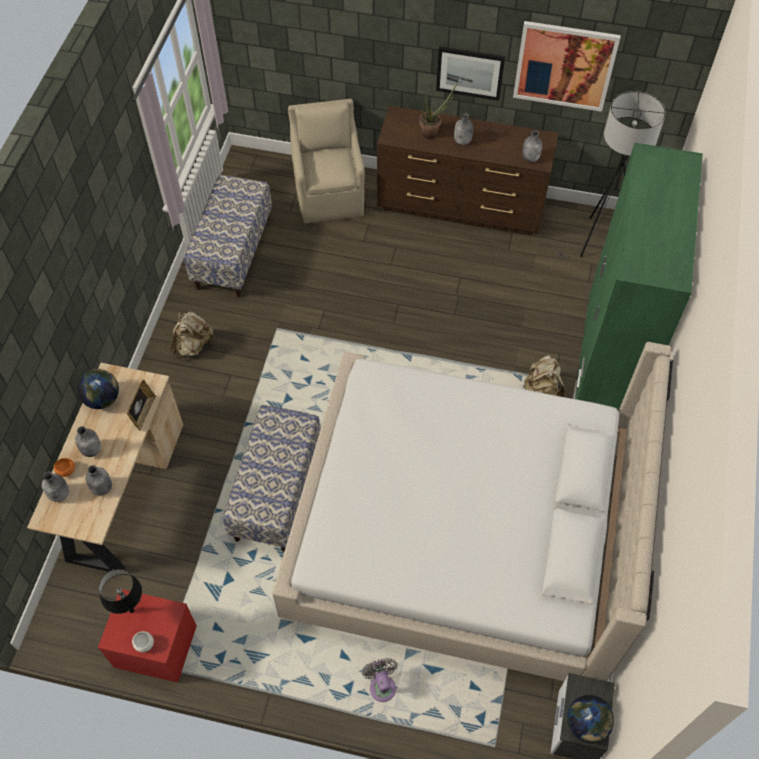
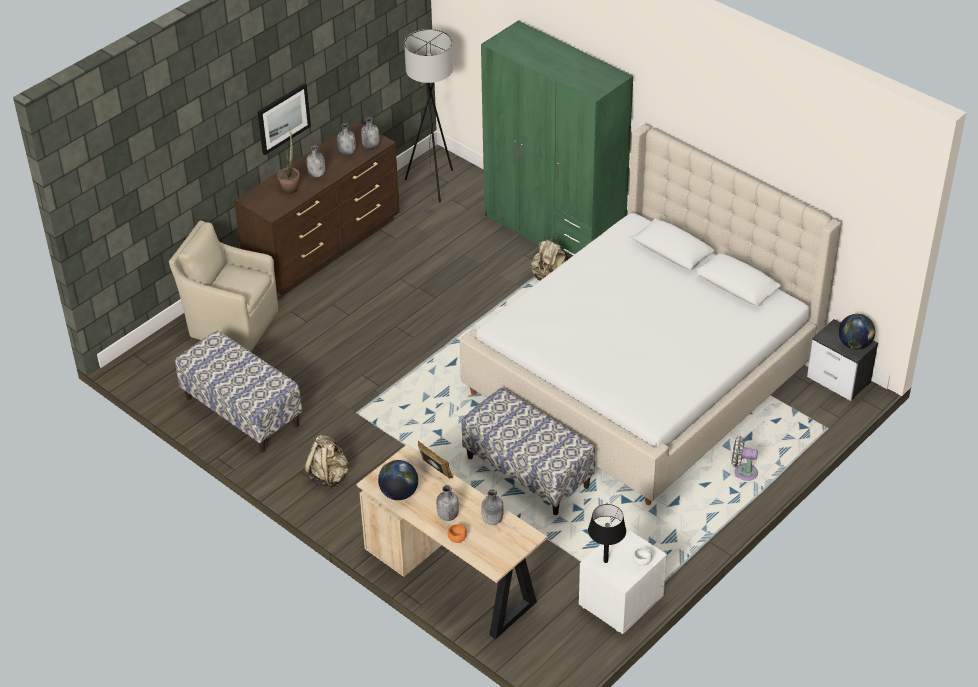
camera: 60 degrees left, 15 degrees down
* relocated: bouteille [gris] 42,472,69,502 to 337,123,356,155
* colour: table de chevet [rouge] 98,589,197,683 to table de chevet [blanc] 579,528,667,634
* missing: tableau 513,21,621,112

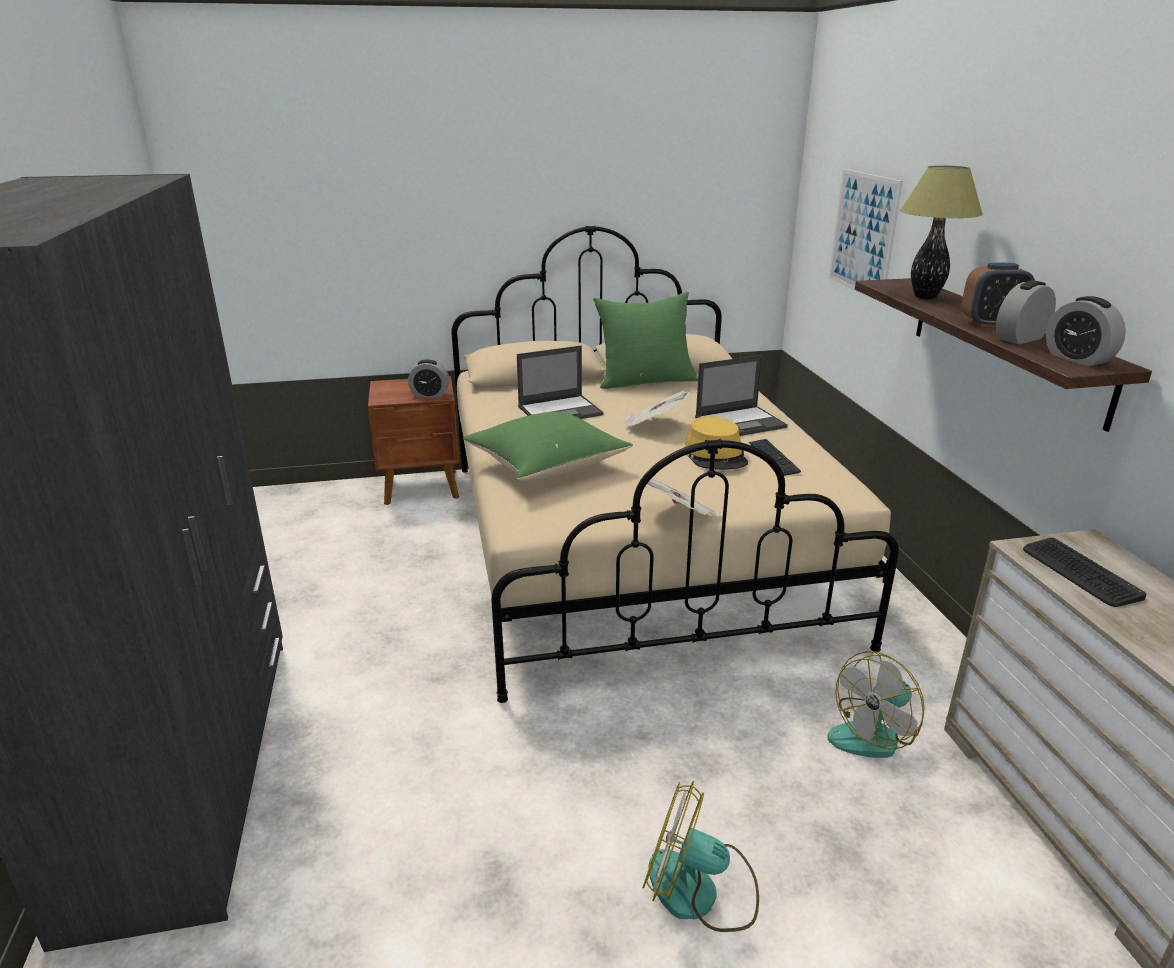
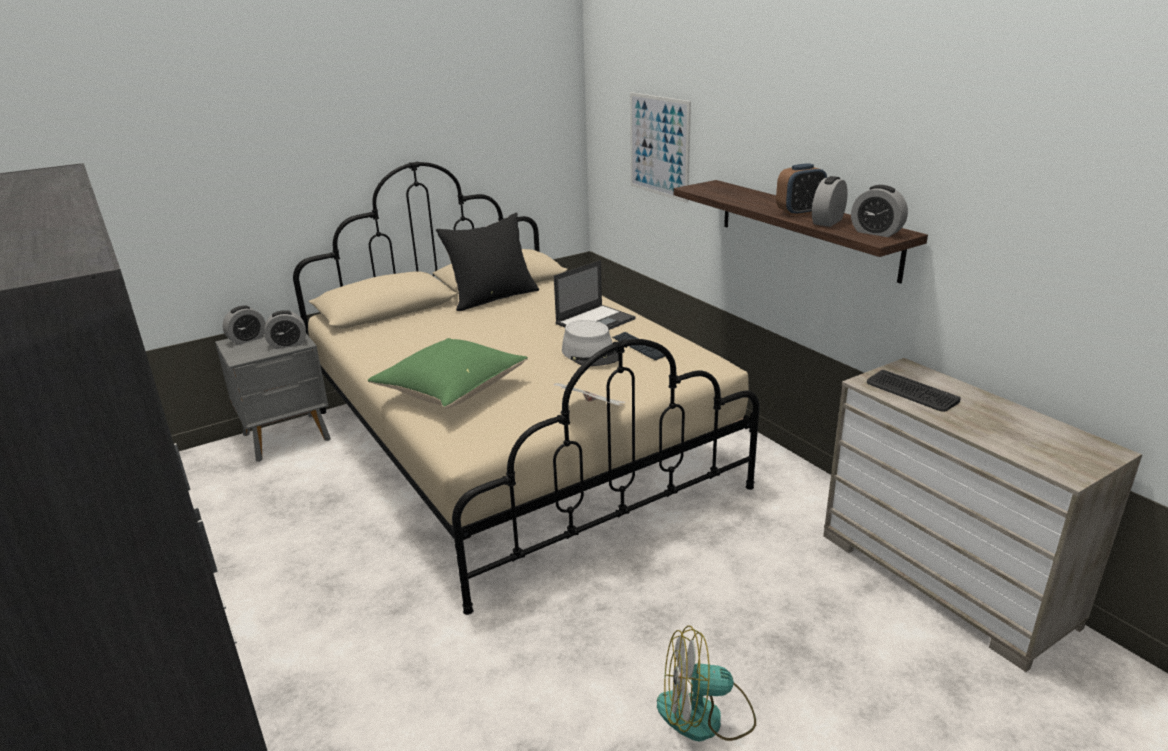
camera: 20 degrees left, 0 degrees up
* colour: table de chevet [marron] 368,376,460,505 to table de chevet [gris] 215,333,331,462
* appeared: réveil 222,305,266,345
* colour: coussin [vert] 593,292,698,389 to coussin [noir] 436,212,539,311
* colour: chapeau [jaune] 685,416,748,470 to chapeau [gris] 562,320,618,366
* missing: ordinateur portable 517,346,604,419
* missing: journal 625,391,689,428
* missing: ventilateur 827,651,925,758
* missing: lampe de table 900,165,983,299

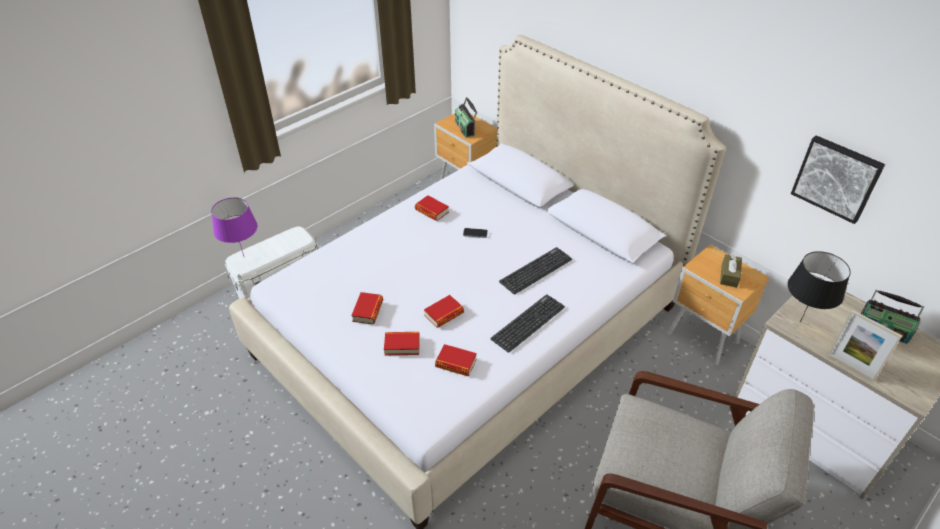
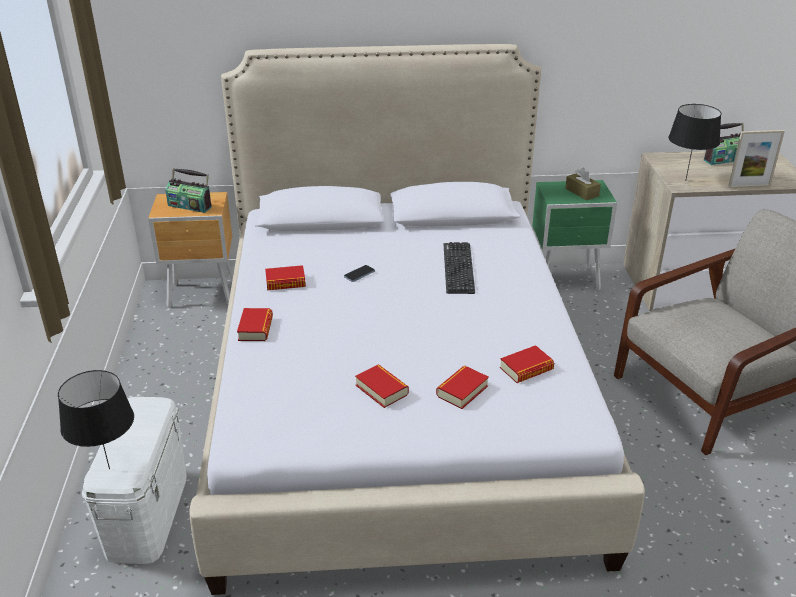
camera: 50 degrees left, 10 degrees down
* colour: lampe de table [violet] 211,197,258,256 to lampe de table [noir] 58,370,134,469
* relocated: livre 424,295,464,328 to 237,308,273,341
* colour: table de chevet [marron] 667,245,769,365 to table de chevet [vert] 532,180,617,291
* missing: clavier 490,294,565,353
* missing: tableau 791,135,885,224

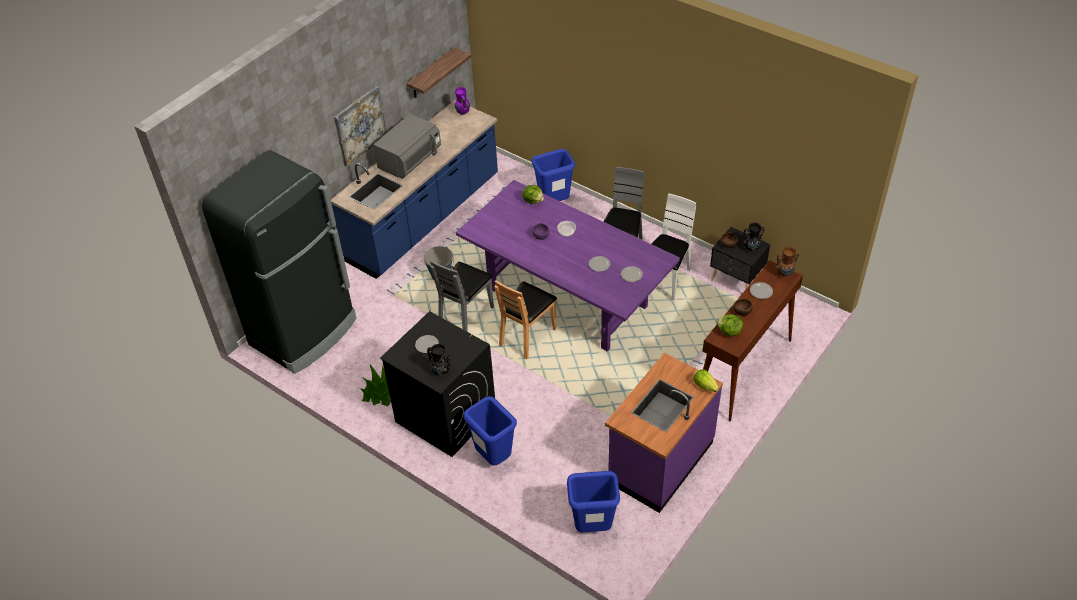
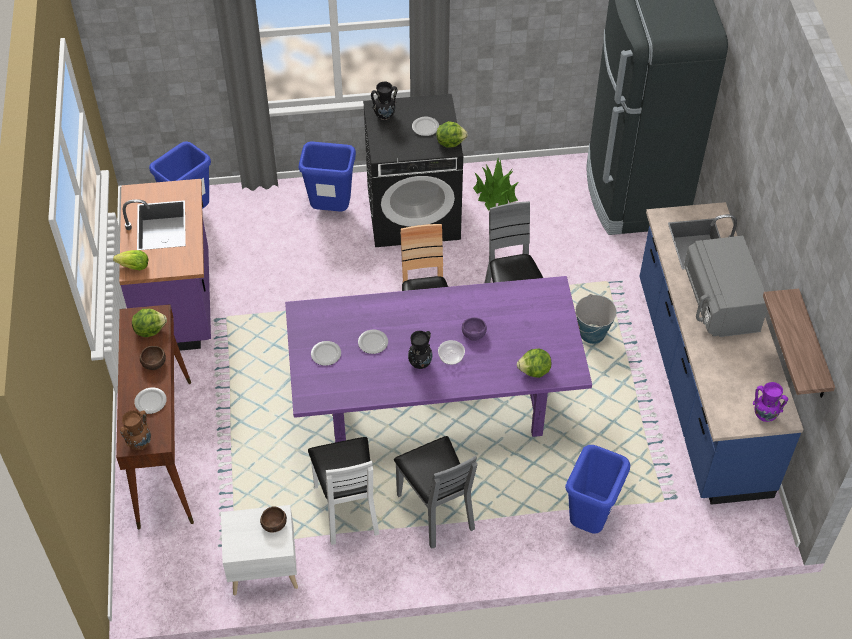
camera: 135 degrees right, 5 degrees up
* colour: table de chevet [noir] 710,227,770,290 to table de chevet [blanc] 221,505,298,595
* relocated: vase [noir] 743,223,765,251 to 408,331,432,369
* appeared: laitue 436,121,468,148
* missing: tableau 334,86,386,167

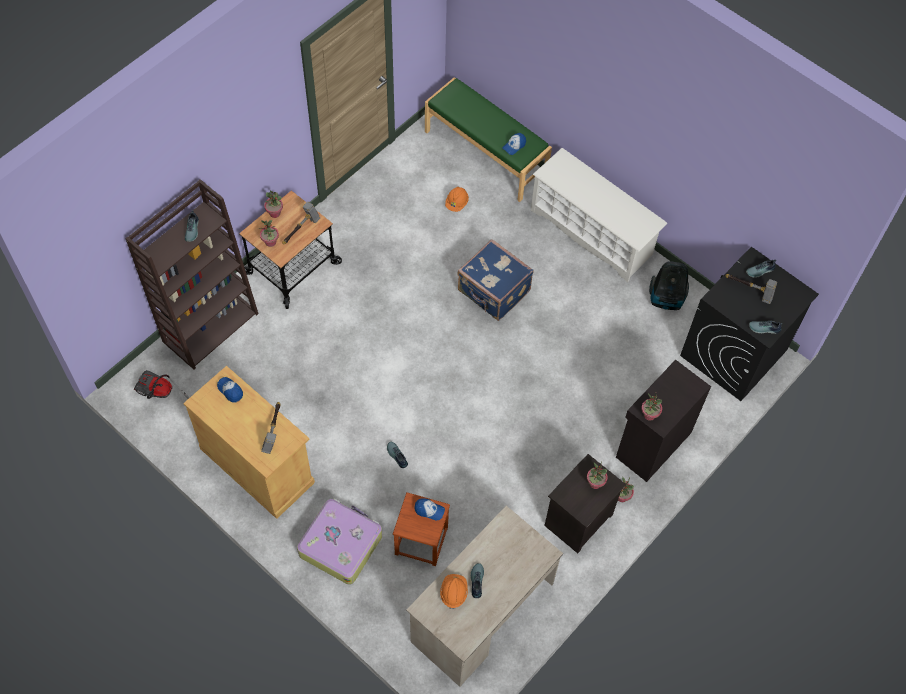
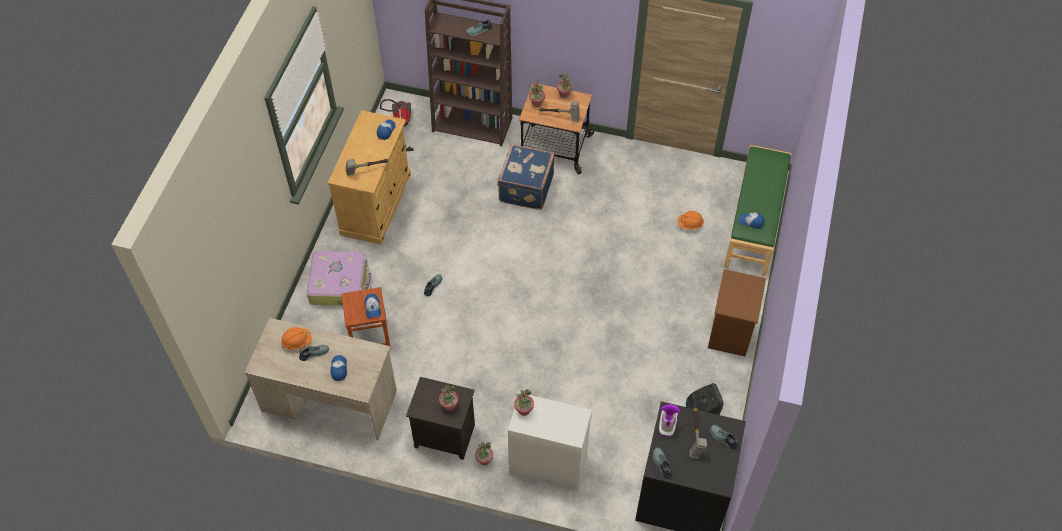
camera: 65 degrees right, 5 degrees down
* appeared: casquette 330,355,347,381
* relocated: valise [bleu] 457,239,534,321 to 497,144,555,210
* colour: meuble de rangement [noir] 616,360,711,482 to meuble de rangement [blanc] 508,392,592,491
* appeared: botte 659,404,680,437
* exchanged: étagère à chaussures [blanc] 531,148,667,282 to table de chevet [marron] 708,269,766,357

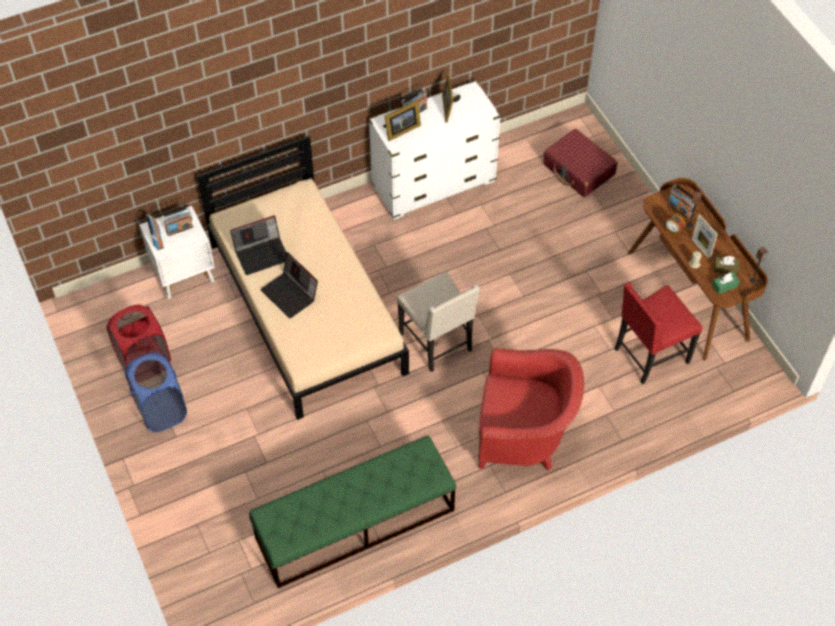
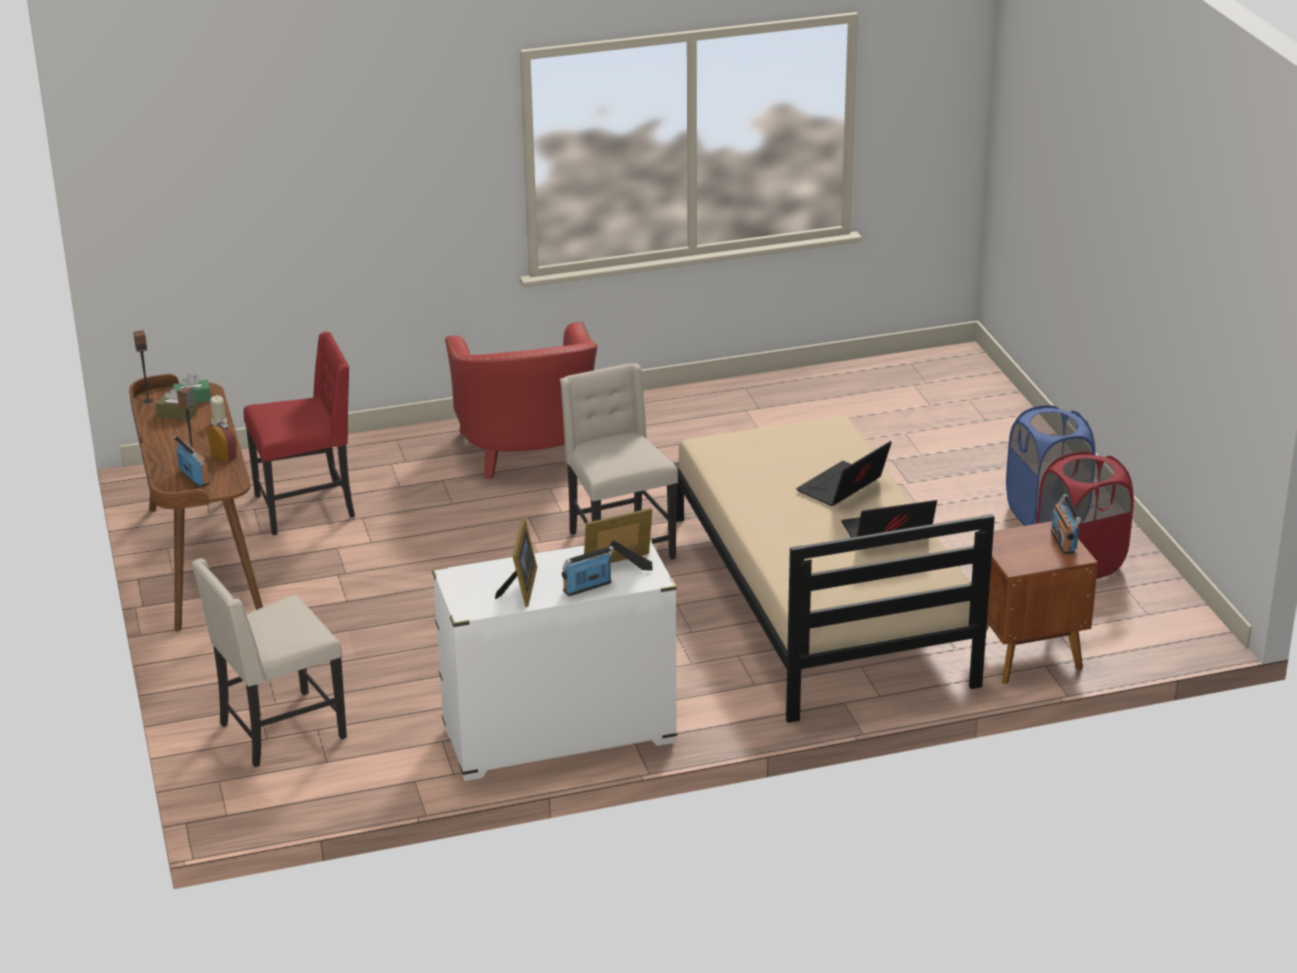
camera: 170 degrees left, 25 degrees down
* exchanged: valise [rouge] 543,129,618,197 to chaise [beige] 192,559,347,767
* spun: fauteuil [rouge] 478,348,584,471 = 445,322,597,479 120 degrees counterclockwise
* spun: ordinateur portable 260,252,318,319 = 796,441,892,506 105 degrees counterclockwise
* colour: table de chevet [blanc] 139,206,215,299 to table de chevet [marron] 986,521,1098,684
* missing: radio 161,207,193,236
* missing: banc [vert] 249,436,456,588
* missing: cadre photo 691,214,718,259

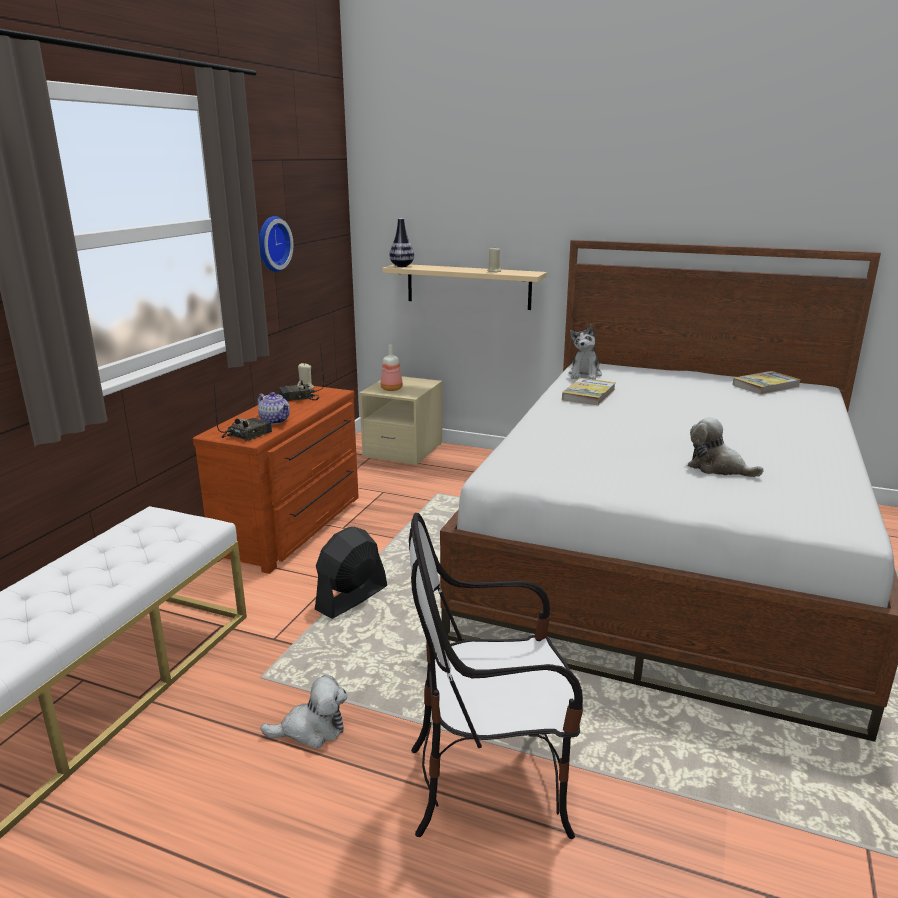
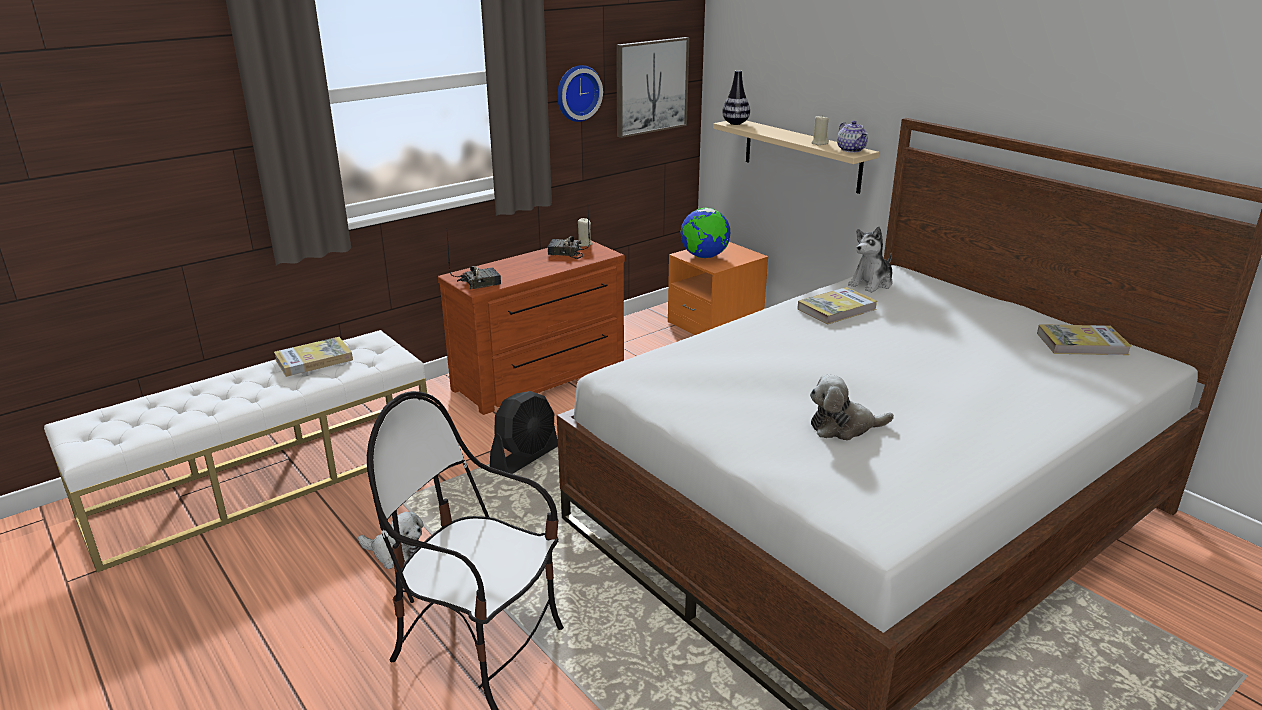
camera: 30 degrees right, 5 degrees up
* appeared: livre 274,337,353,377
* spun: ventilateur [noir] 315,527,387,619 = 490,391,558,474 150 degrees clockwise
* appeared: tableau 616,37,689,138
* colour: table de chevet [beige] 359,376,442,465 to table de chevet [orange] 668,242,768,335
* exchanged: bouteille 381,344,403,391 to globe 681,208,730,258
* spun: peluche 688,417,764,477 = 810,374,894,441 75 degrees counterclockwise
* relocated: théière 257,392,290,424 to 837,121,868,152

